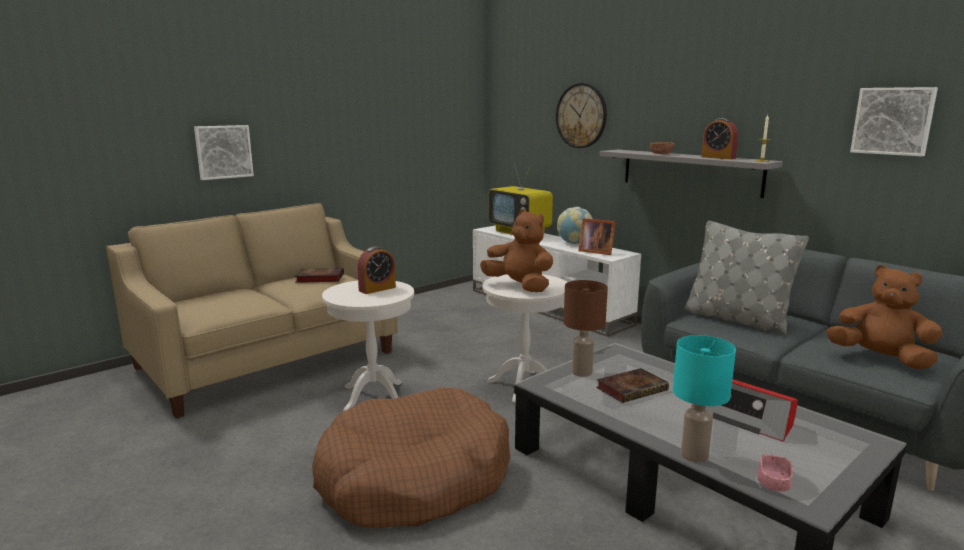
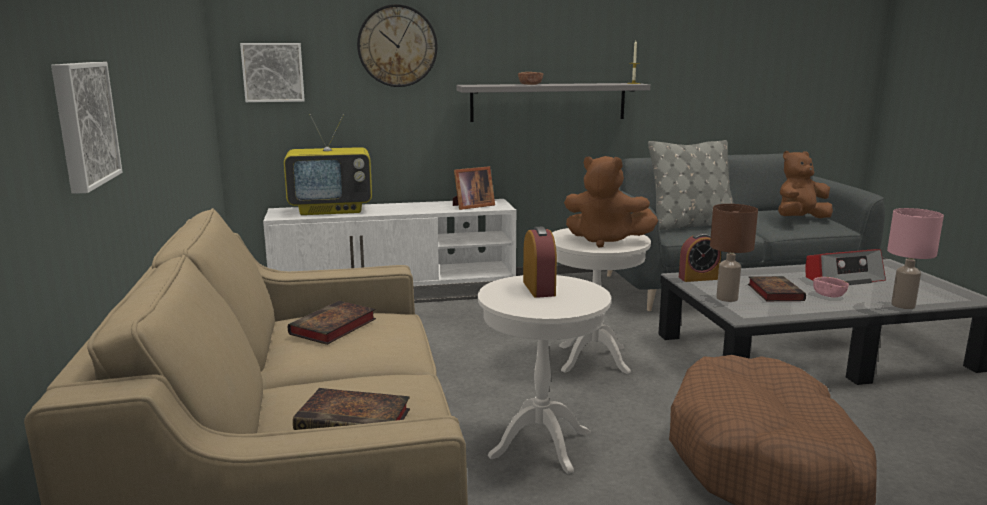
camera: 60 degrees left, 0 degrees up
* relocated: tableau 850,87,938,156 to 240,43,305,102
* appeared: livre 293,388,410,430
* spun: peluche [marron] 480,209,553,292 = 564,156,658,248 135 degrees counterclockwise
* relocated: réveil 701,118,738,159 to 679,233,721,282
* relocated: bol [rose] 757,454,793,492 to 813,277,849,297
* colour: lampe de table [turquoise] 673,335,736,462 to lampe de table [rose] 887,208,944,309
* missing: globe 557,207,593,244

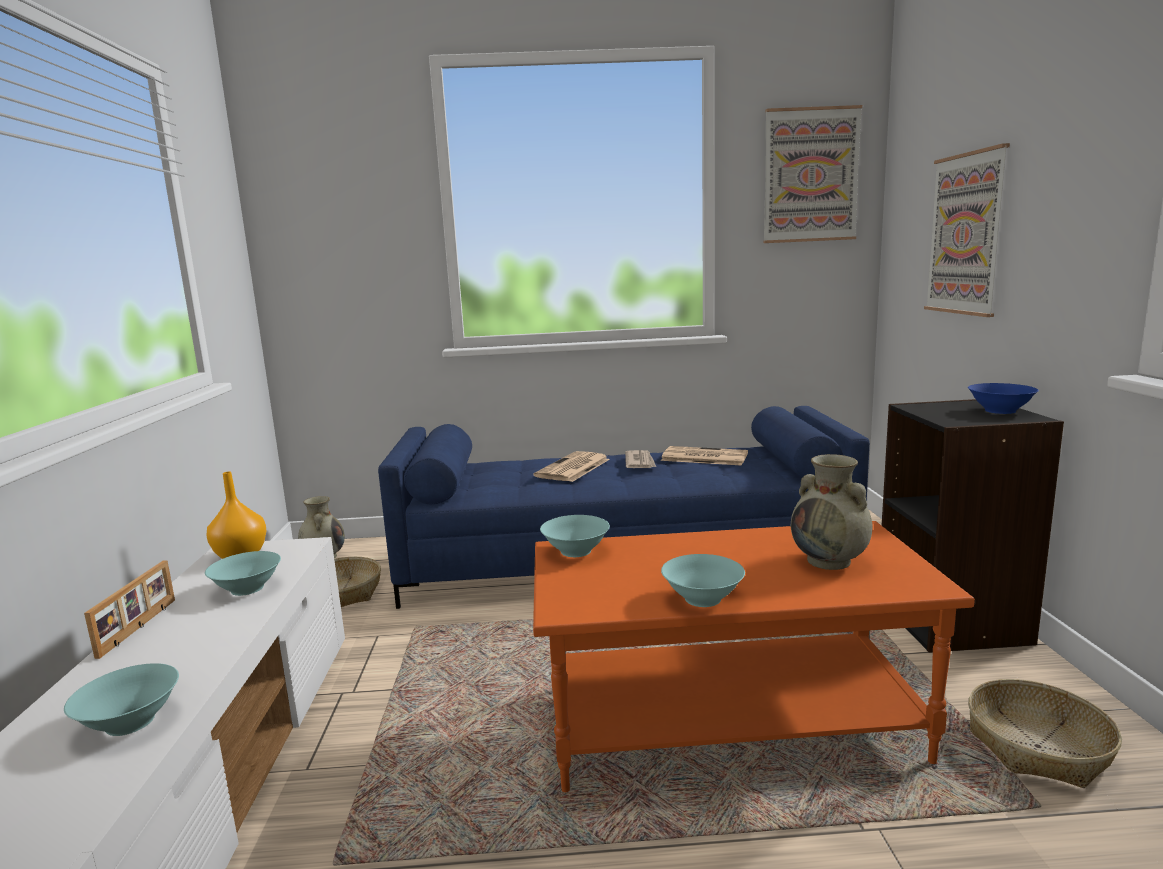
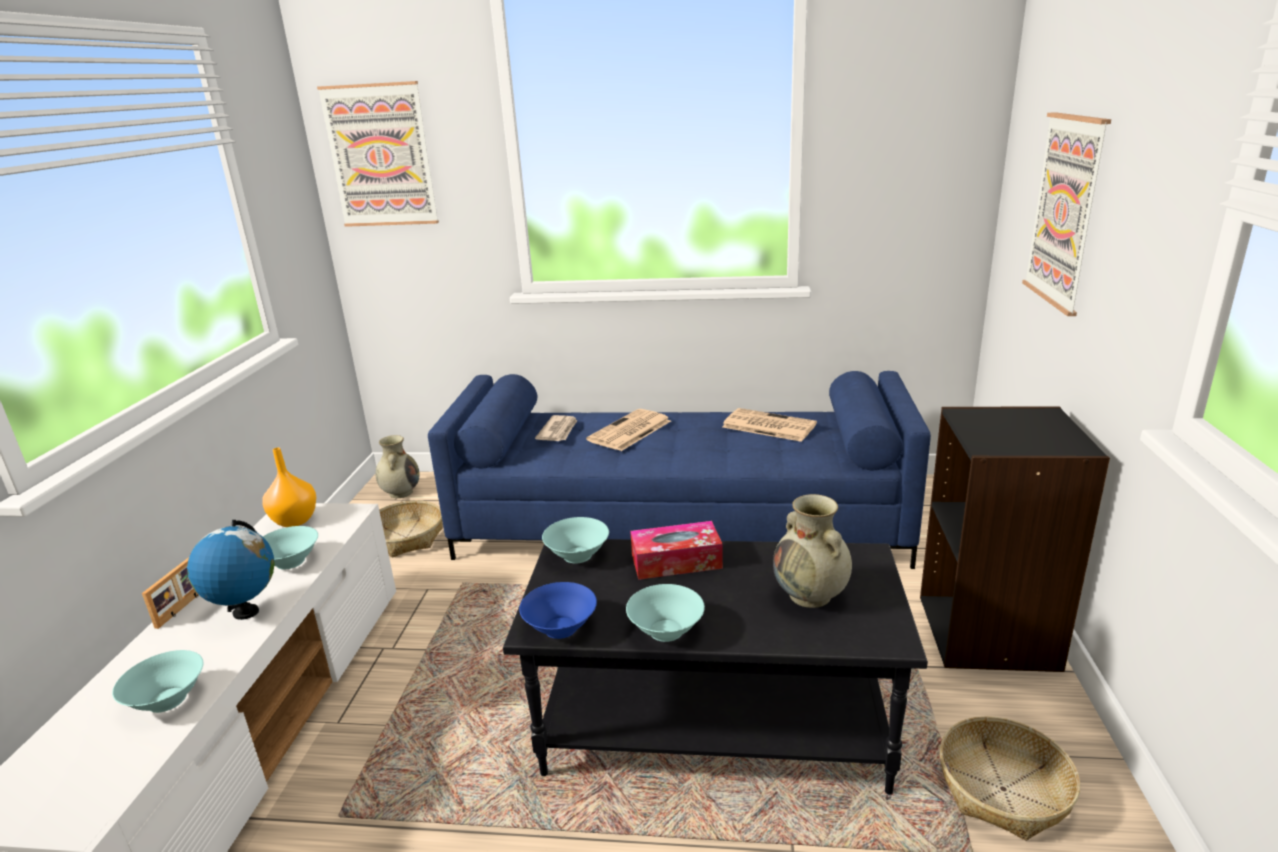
camera: 10 degrees right, 10 degrees up
* appeared: globe 187,520,275,620
* relocated: tableau 763,105,862,243 to 317,81,439,227
* colour: table basse [orange] 533,521,975,792 to table basse [noir] 503,539,928,795
* relocated: bol [bleu] 968,383,1039,414 to 519,582,597,639
* relocated: journal 625,450,656,468 to 535,415,577,441
* appeared: boîte à mouchoirs 630,521,723,580

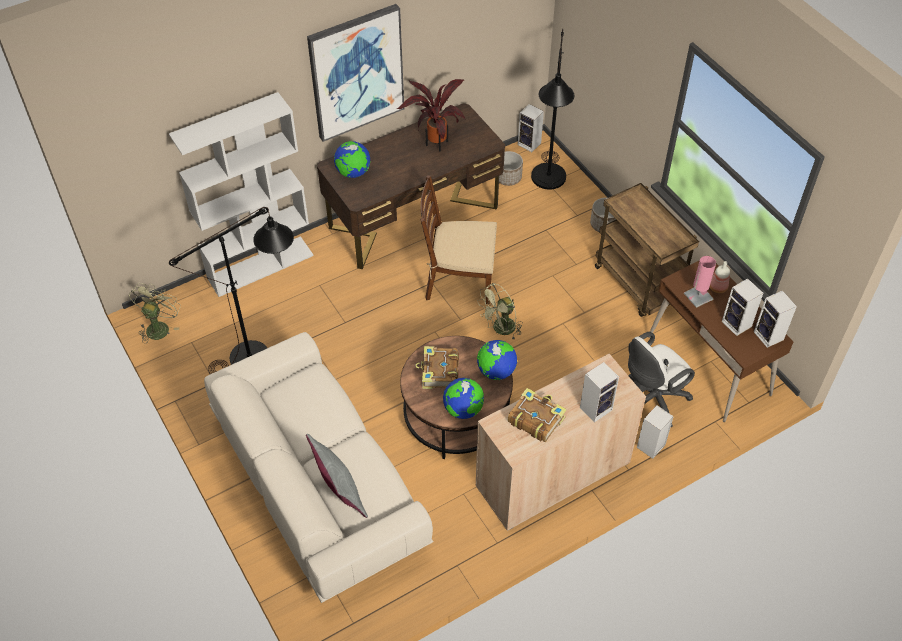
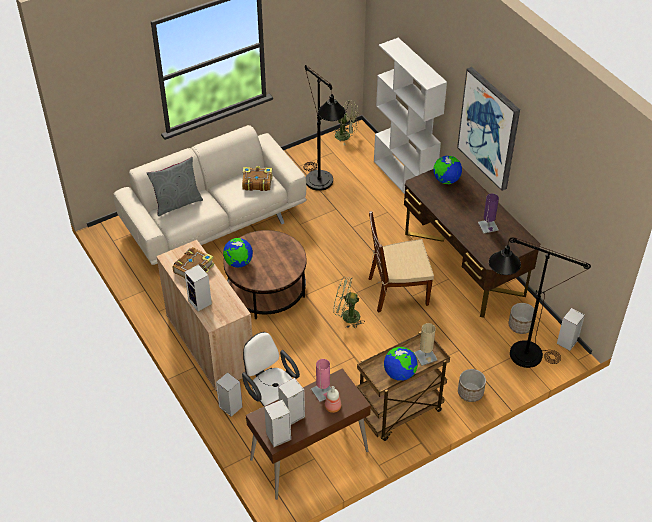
camera: 90 degrees right, 5 degrees down
* relocated: livre 415,346,459,389 to 242,166,272,191
* spun: ventilateur [vert] 478,283,523,341 = 333,277,365,328 45 degrees counterclockwise
* spun: chaise [marron] 420,175,497,304 = 368,211,434,313 105 degrees counterclockwise
* relocated: globe 477,340,517,380 to 384,347,418,381
* appeared: lampe de table [beige] 414,323,438,366
* exchanged: plante en pot 397,79,466,152 to lampe de table [violet] 478,194,499,234

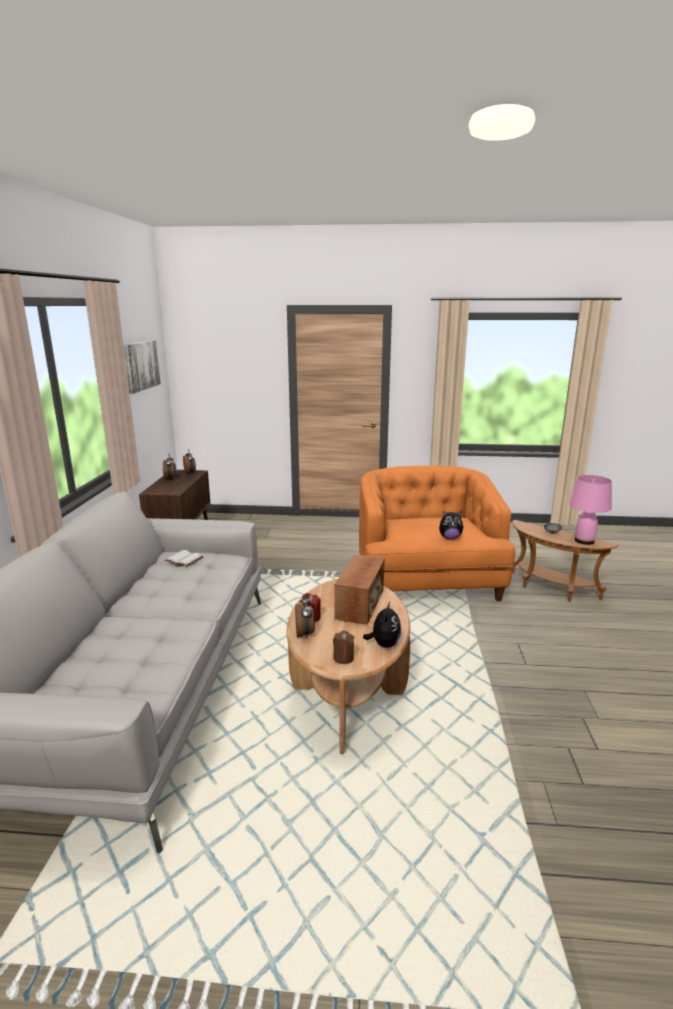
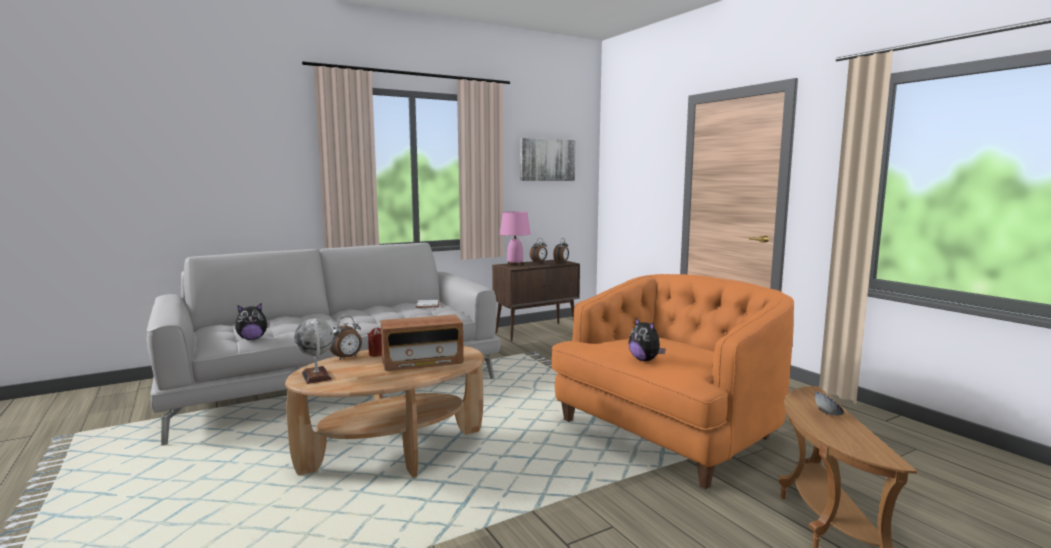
camera: 55 degrees right, 10 degrees down
* relocated: peluche 363,602,401,648 to 235,304,270,340
* exchanged: bougie [marron] 333,631,355,664 to globe 294,318,334,384
* relocated: lampe de table [rose] 569,475,612,545 to 500,211,531,266

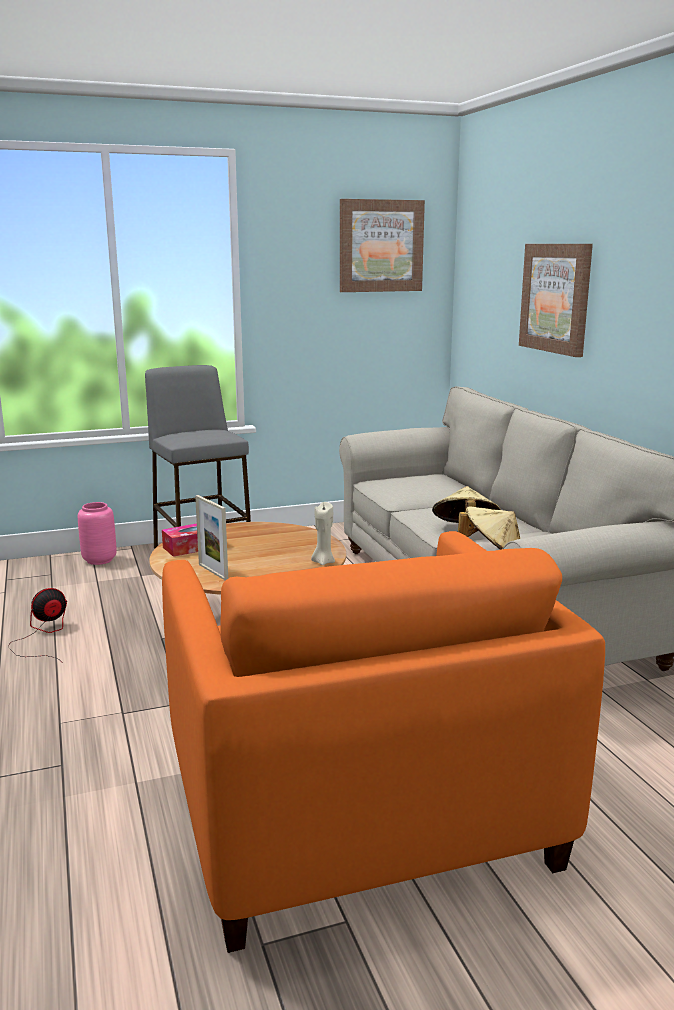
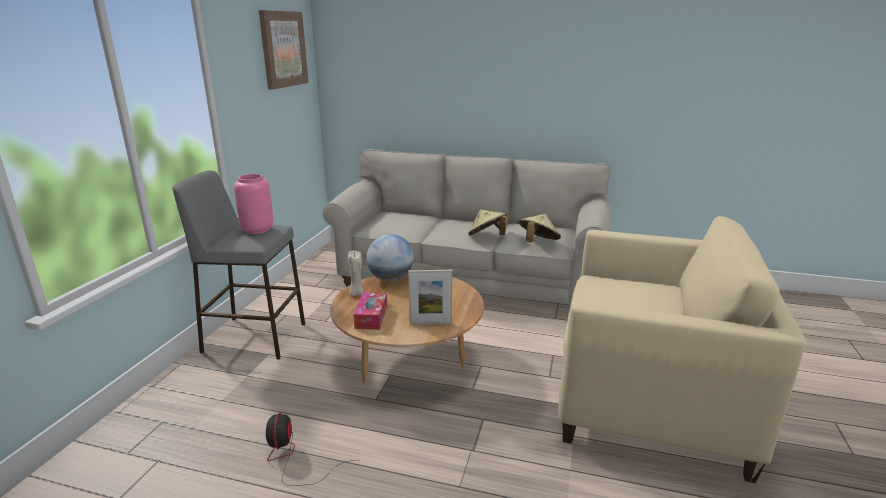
camera: 55 degrees left, 5 degrees up
* relocated: vase [rose] 78,502,117,565 to 234,174,274,234
* relocated: bougie [beige] 311,502,335,565 to 348,251,364,296
* appeared: globe 366,234,414,282
* colour: fauteuil [orange] 162,531,605,953 to fauteuil [beige] 558,216,806,483
* missing: tableau 519,244,593,357

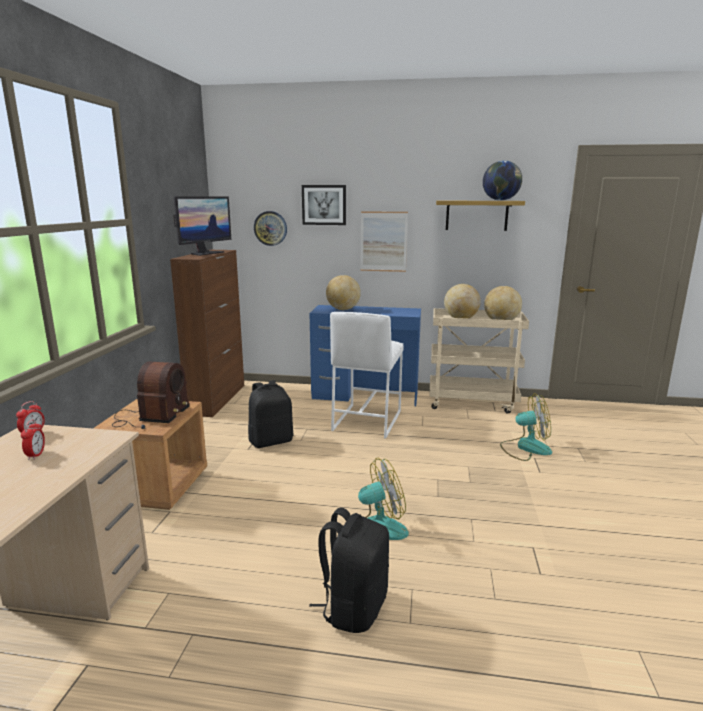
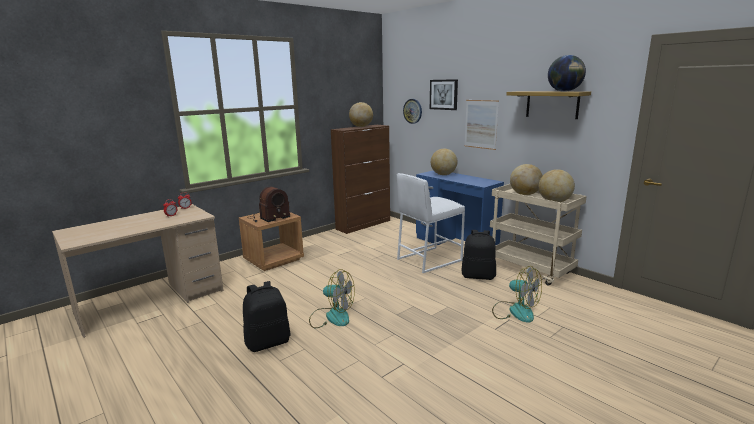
camera: 40 degrees right, 0 degrees up
* exchanged: écran d'ordinateur 173,196,231,256 to globe 349,102,373,127
* relocated: sac à dos [noir] 248,380,293,448 to 462,230,496,280

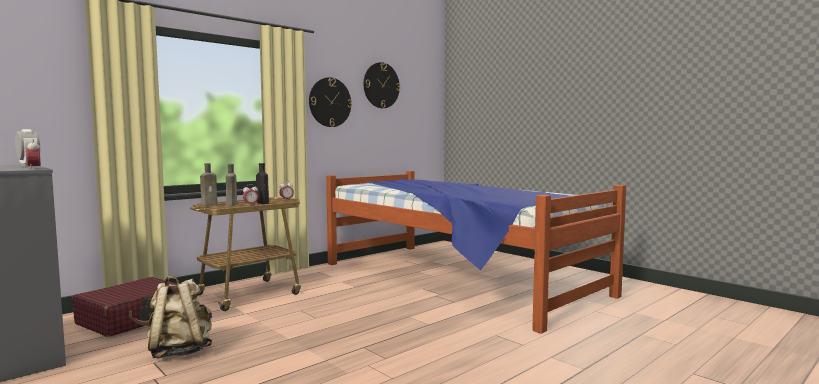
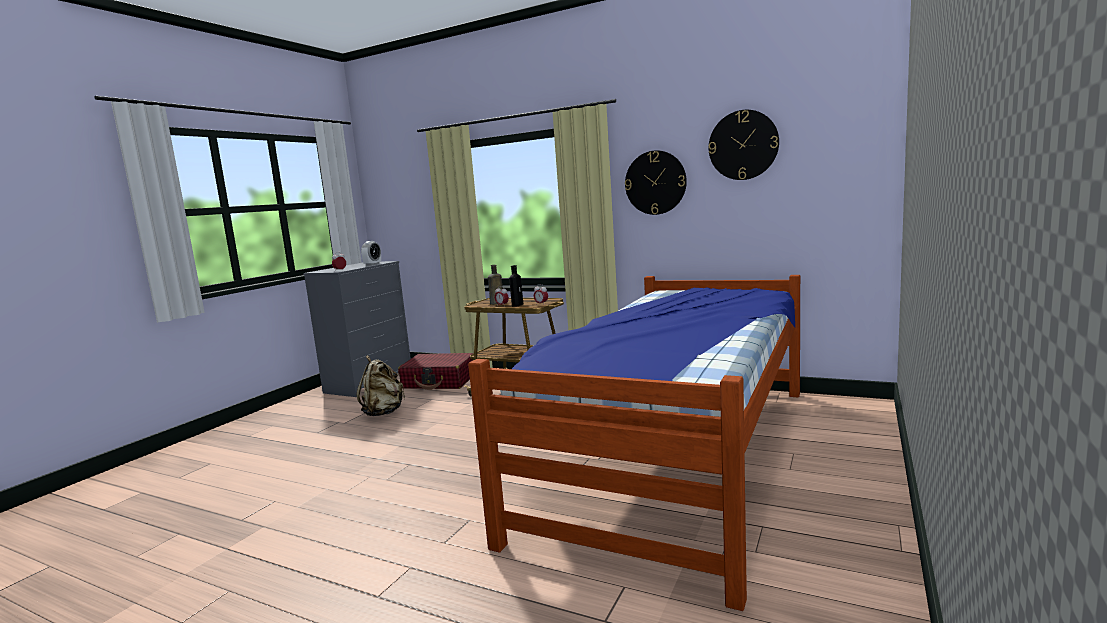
camera: 70 degrees right, 5 degrees up
* missing: bouteille [marron] 200,163,218,206

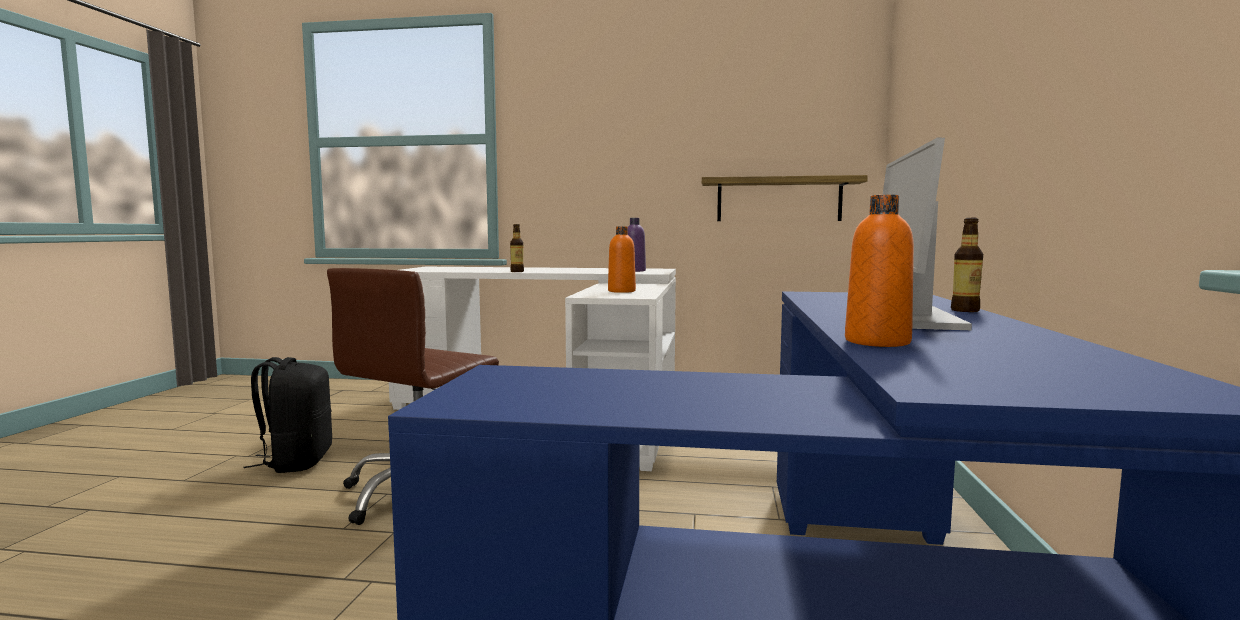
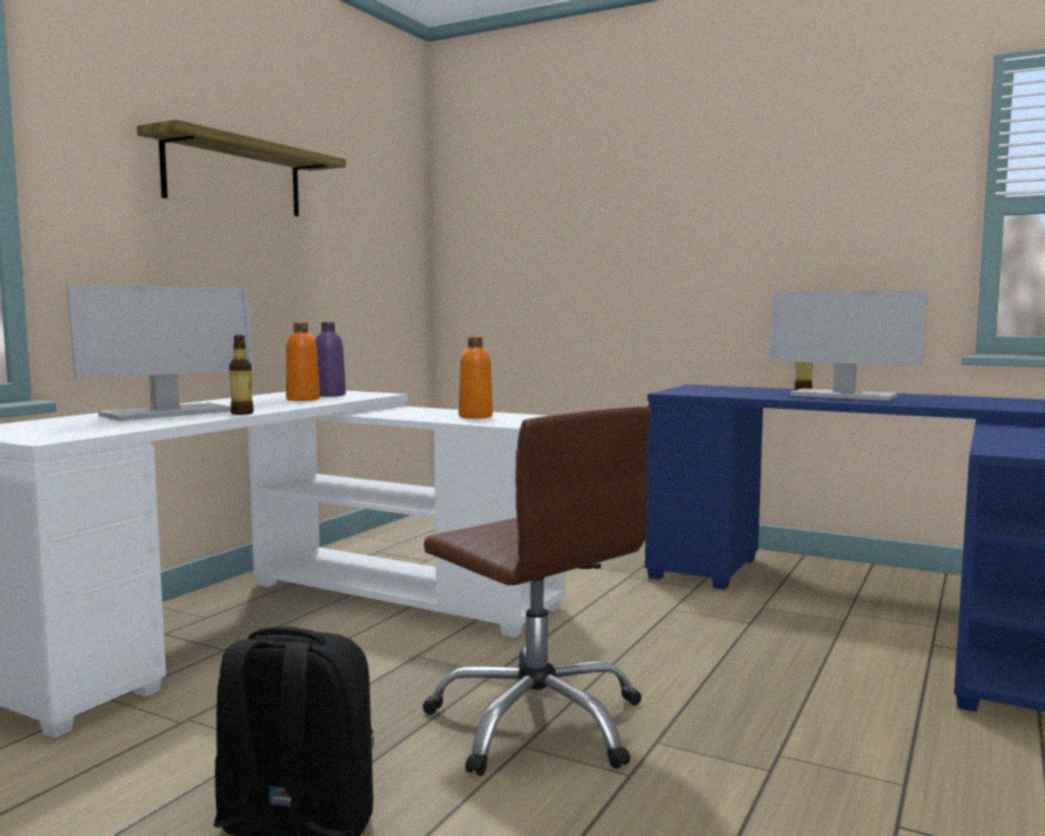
camera: 70 degrees left, 0 degrees up
* appeared: écran d'ordinateur 66,285,254,421
* relocated: étagère 702,175,868,221 to 137,120,346,217
* relocated: bouteille [orange] 845,195,914,347 to 286,323,320,401

